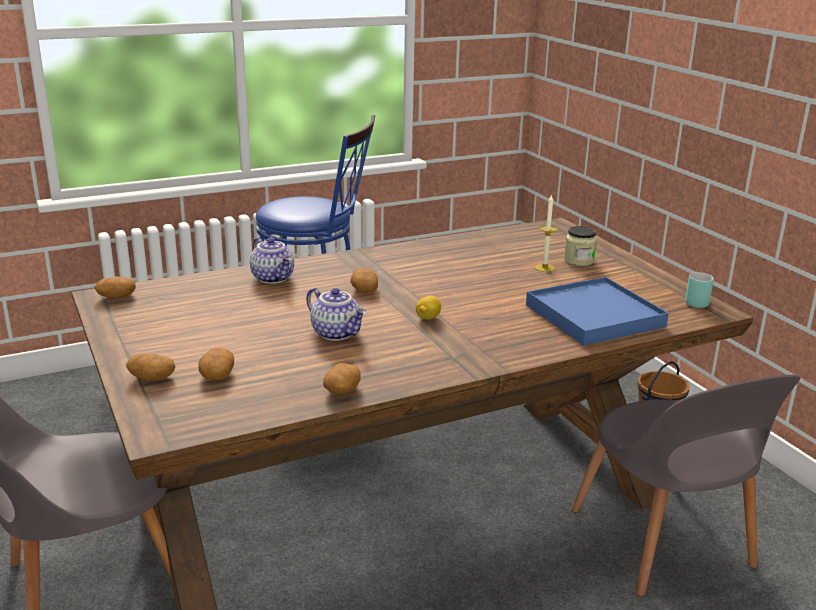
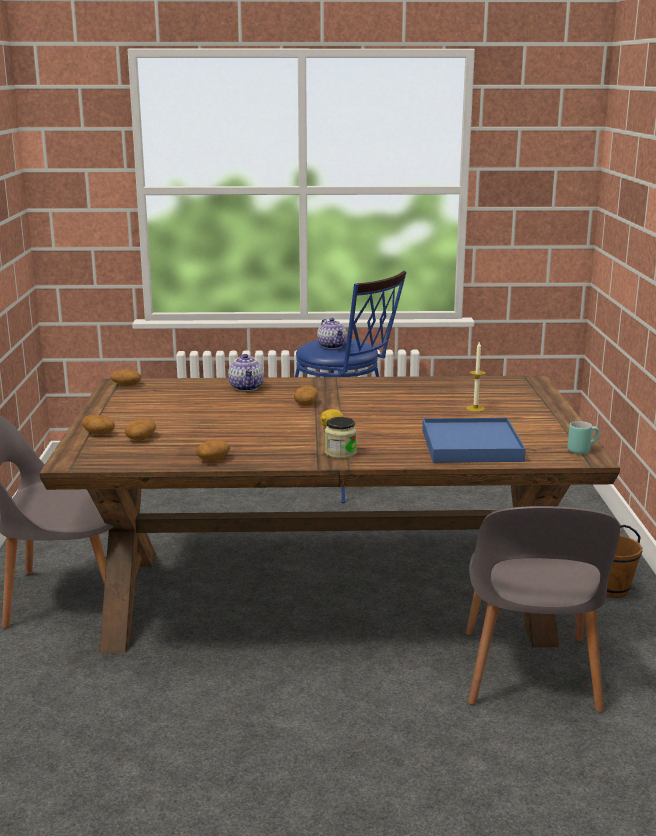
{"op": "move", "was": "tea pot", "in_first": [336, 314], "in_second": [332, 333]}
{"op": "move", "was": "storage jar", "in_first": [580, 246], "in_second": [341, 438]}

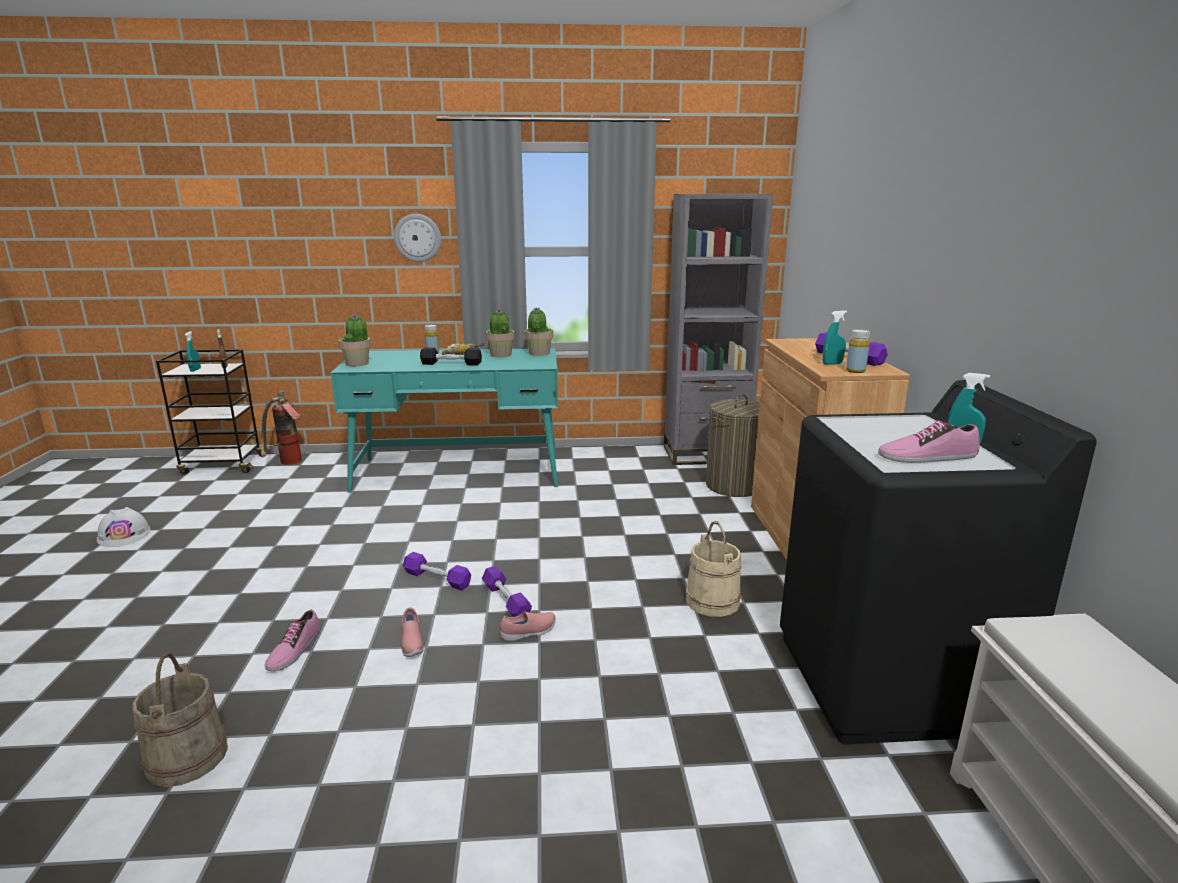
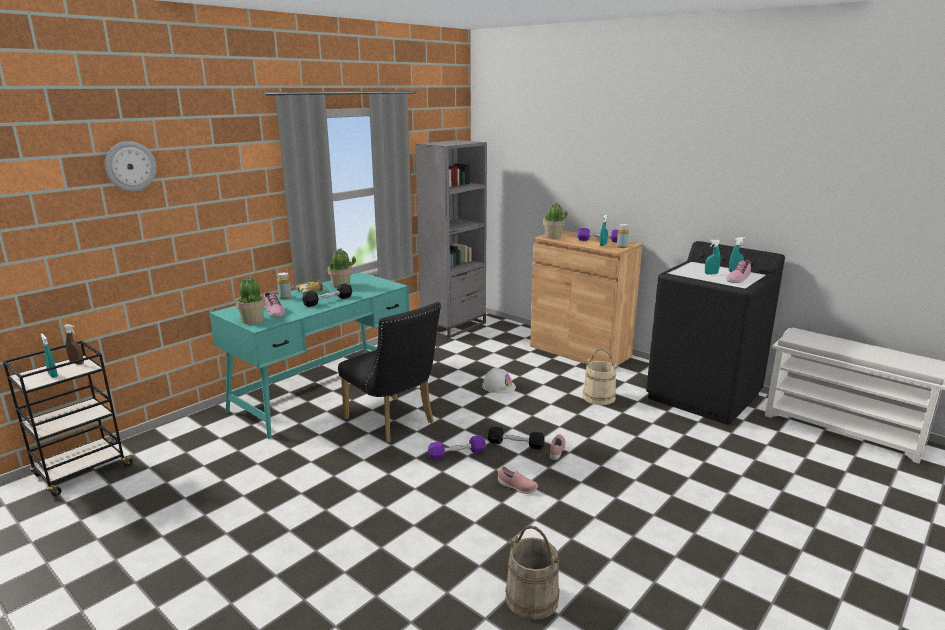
{"op": "move", "was": "hanging clock", "in_first": [417, 238], "in_second": [131, 166]}
{"op": "move", "was": "shoe", "in_first": [293, 640], "in_second": [274, 304]}
{"op": "insert", "now": "black-coloured upright chair", "in_second": [389, 372]}
{"op": "move", "was": "whitish safety helmet", "in_first": [123, 527], "in_second": [499, 380]}
{"op": "recolor", "was": "purple dumbbell", "now": "black-coloured dumbbell", "in_first": [507, 591], "in_second": [516, 438]}
{"op": "move", "was": "houseplant", "in_first": [539, 331], "in_second": [555, 220]}
{"op": "insert", "now": "blue-green hand sprayer", "in_second": [713, 256]}
{"op": "delete", "was": "extinguisher", "in_first": [281, 427]}
{"op": "delete", "was": "hamper", "in_first": [733, 445]}

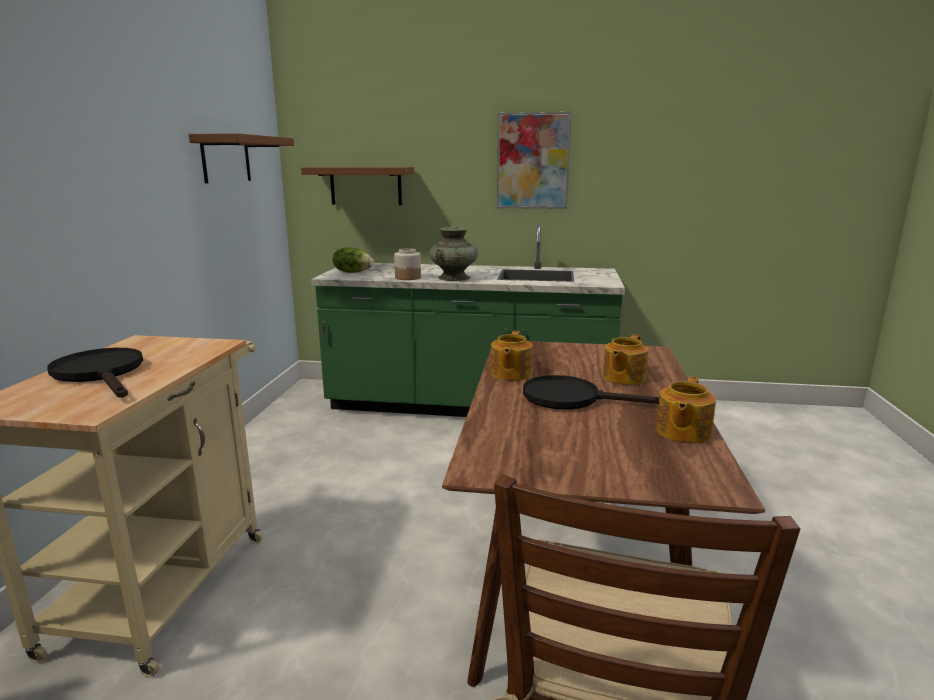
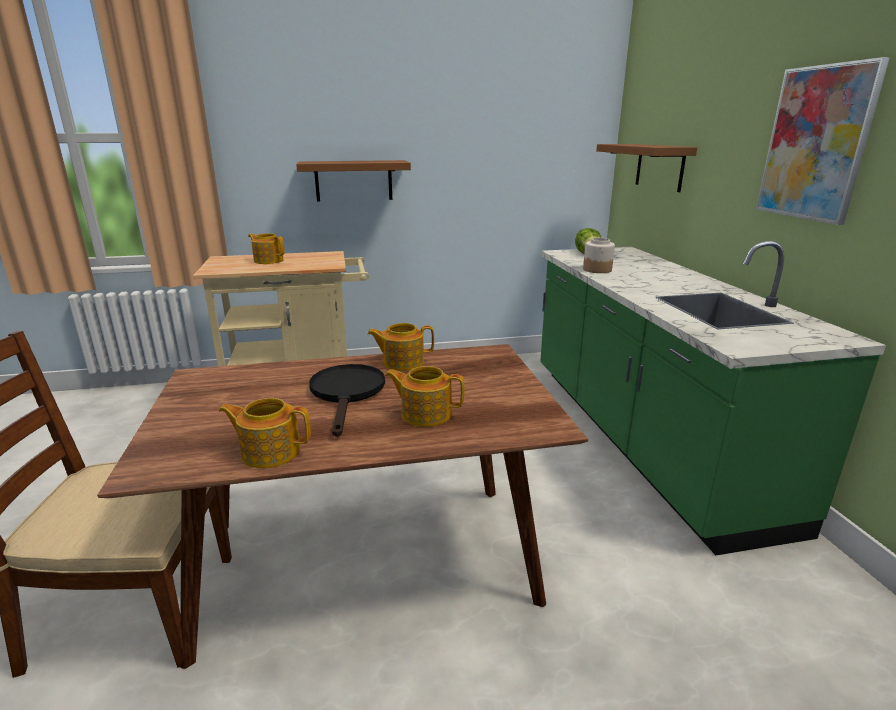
{"op": "replace", "was": "black-coloured skillet", "now": "tea pot", "in_first": [95, 373], "in_second": [266, 248]}
{"op": "move", "was": "brownish shelf", "in_first": [241, 158], "in_second": [353, 181]}
{"op": "delete", "was": "blue-green decorative vase", "in_first": [453, 253]}

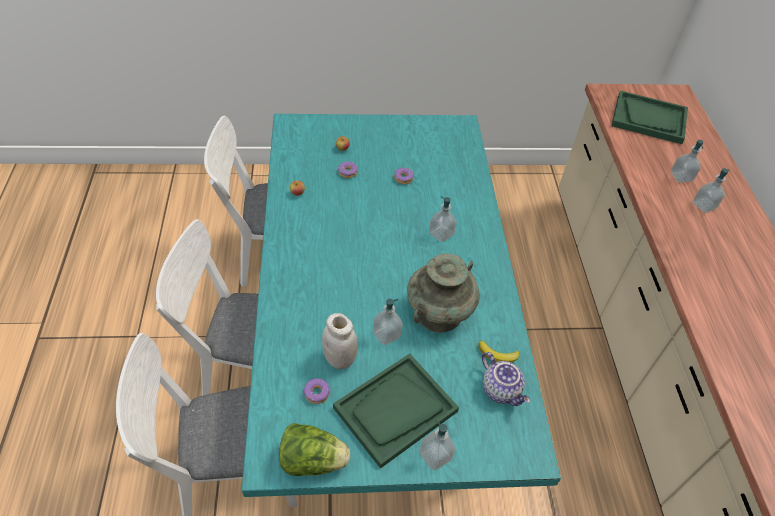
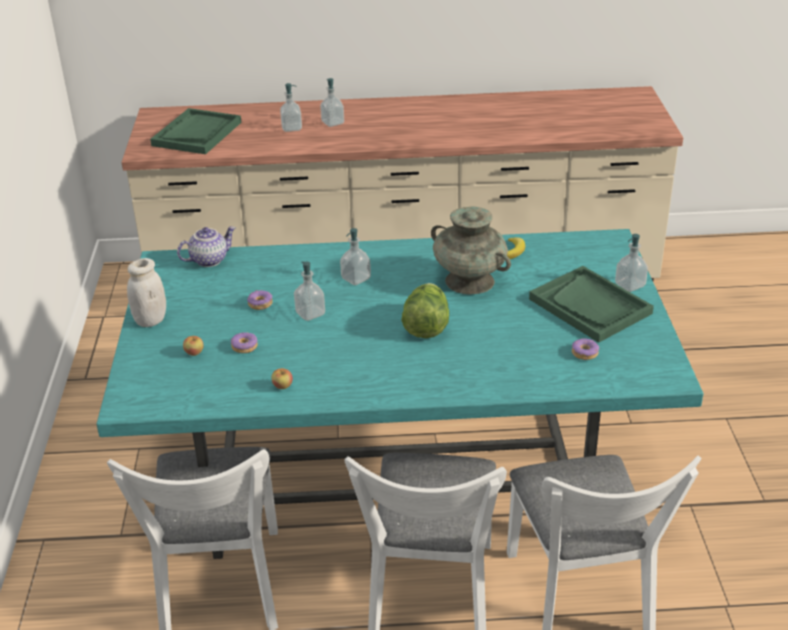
{"op": "move", "was": "whitish storage jar", "in_first": [339, 341], "in_second": [146, 292]}
{"op": "move", "was": "tea pot", "in_first": [506, 379], "in_second": [206, 247]}
{"op": "move", "was": "soap bottle", "in_first": [388, 322], "in_second": [309, 291]}
{"op": "move", "was": "head of lettuce", "in_first": [314, 449], "in_second": [425, 310]}

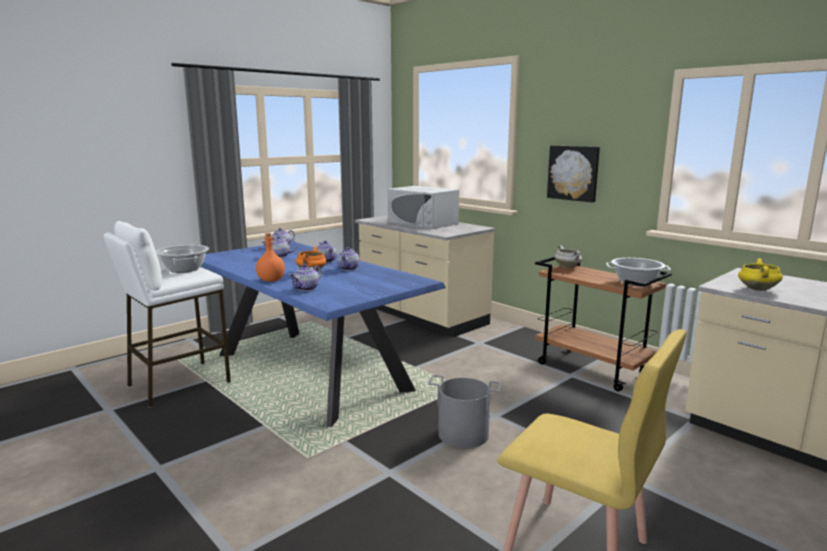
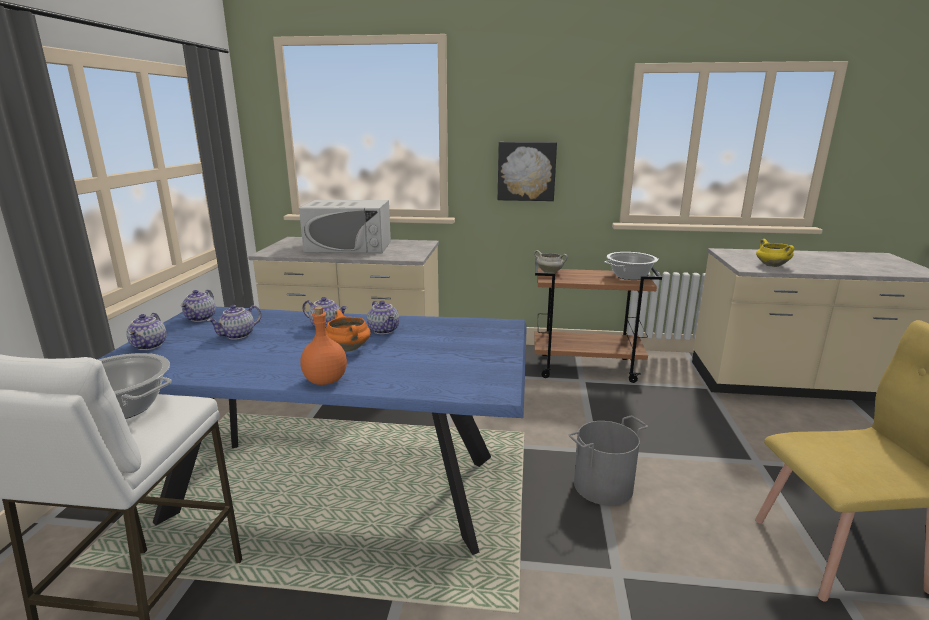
{"op": "move", "was": "tea pot", "in_first": [305, 277], "in_second": [146, 331]}

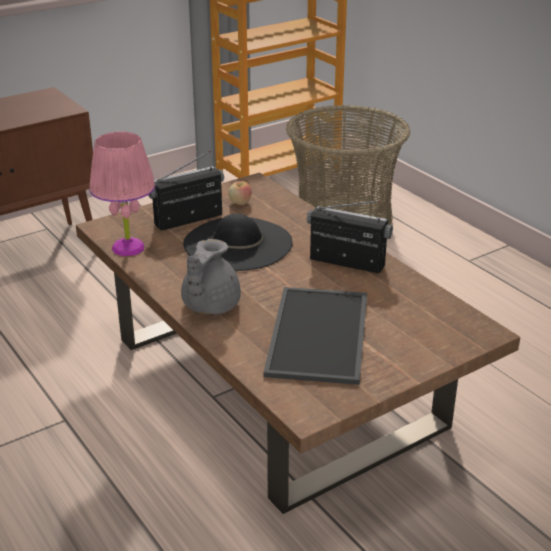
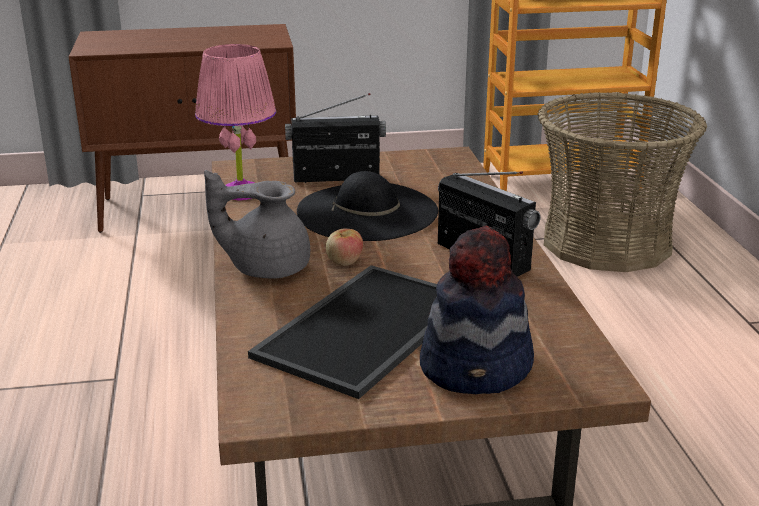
{"op": "rotate", "was": "gray tea pot", "in_first": [211, 276], "in_second": [257, 224], "clockwise": 45}
{"op": "move", "was": "apple fruit", "in_first": [240, 193], "in_second": [344, 247]}
{"op": "insert", "now": "hat", "in_second": [477, 309]}

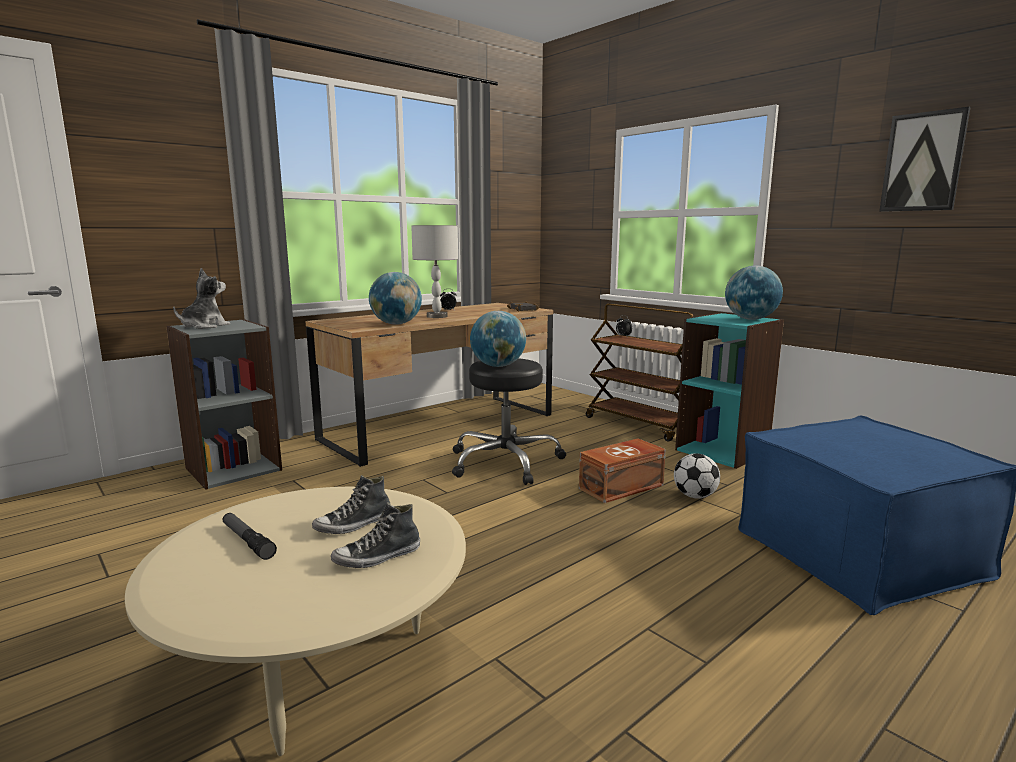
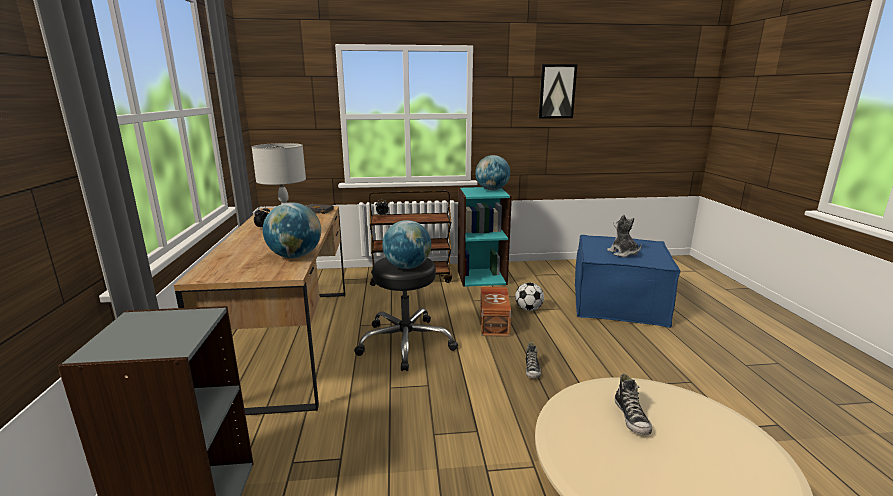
{"op": "move", "was": "shoe", "in_first": [375, 535], "in_second": [533, 360]}
{"op": "move", "was": "soft toy", "in_first": [201, 298], "in_second": [624, 235]}
{"op": "delete", "was": "hand torch", "in_first": [250, 536]}

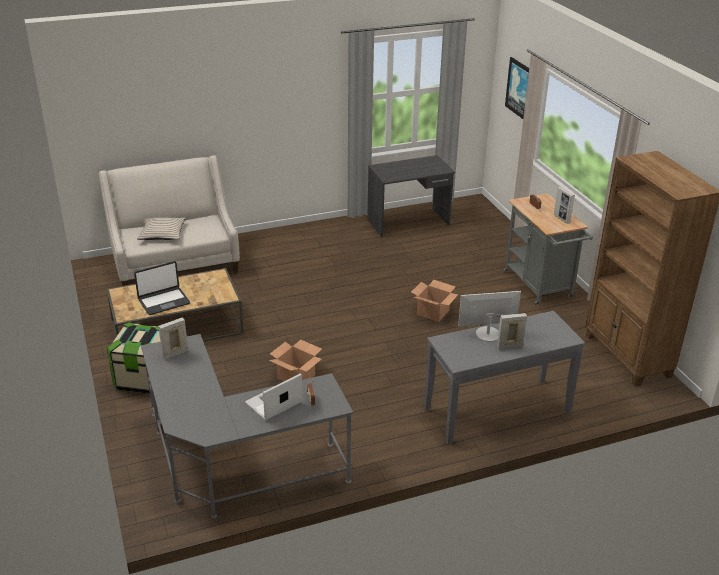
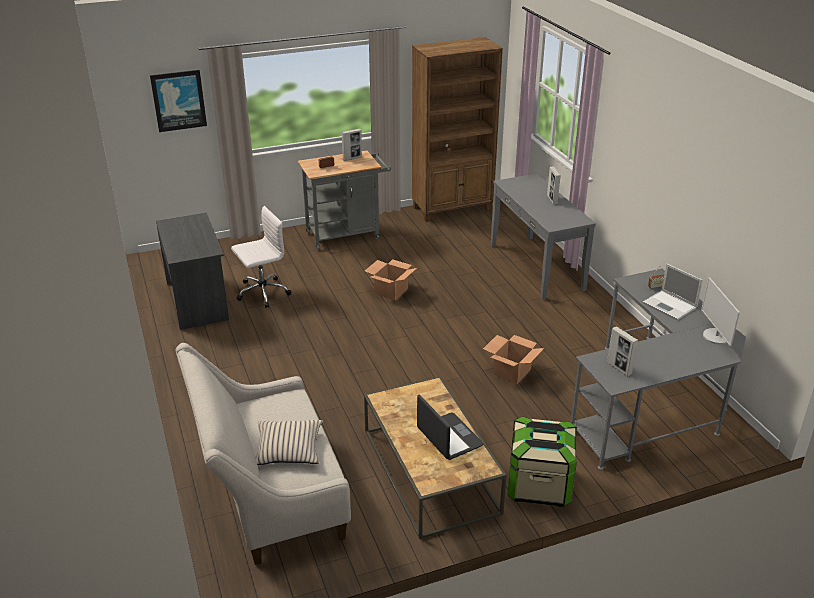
{"op": "insert", "now": "whitish desk chair", "in_second": [261, 257]}
{"op": "move", "was": "monitor", "in_first": [489, 316], "in_second": [720, 311]}

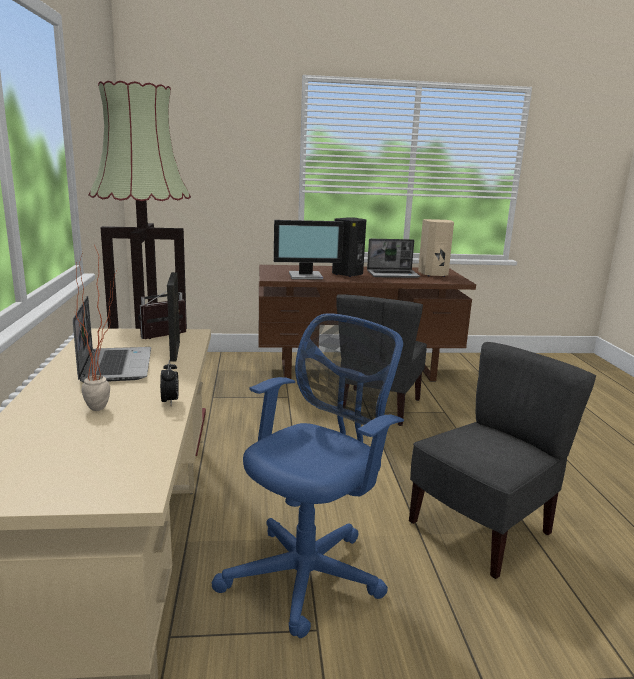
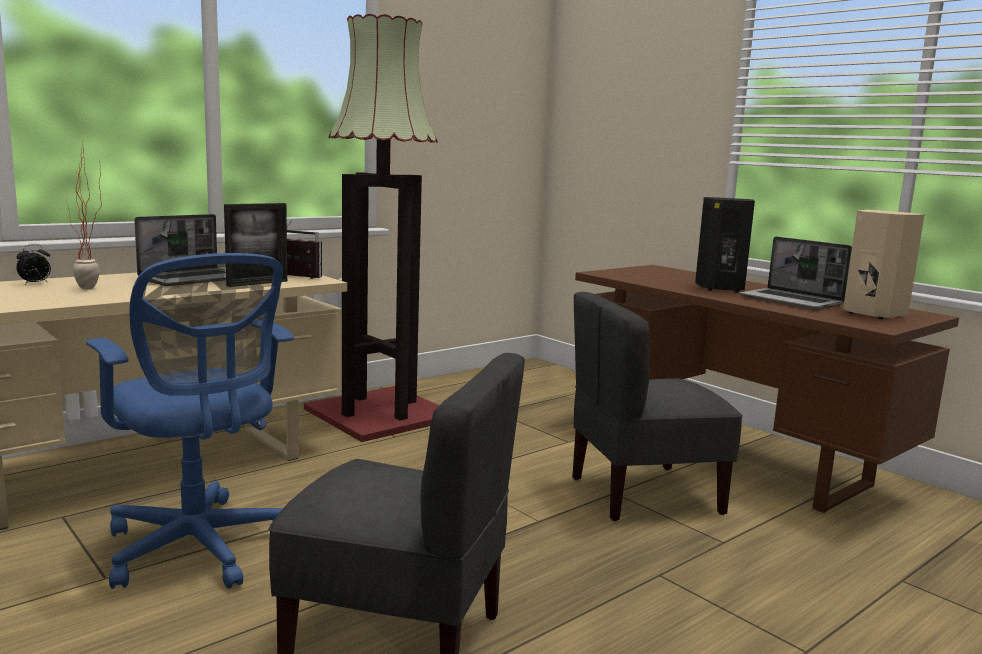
{"op": "move", "was": "table clock", "in_first": [169, 382], "in_second": [33, 264]}
{"op": "rotate", "was": "blue desk chair", "in_first": [307, 475], "in_second": [190, 421], "clockwise": 45}
{"op": "delete", "was": "monitor", "in_first": [309, 250]}

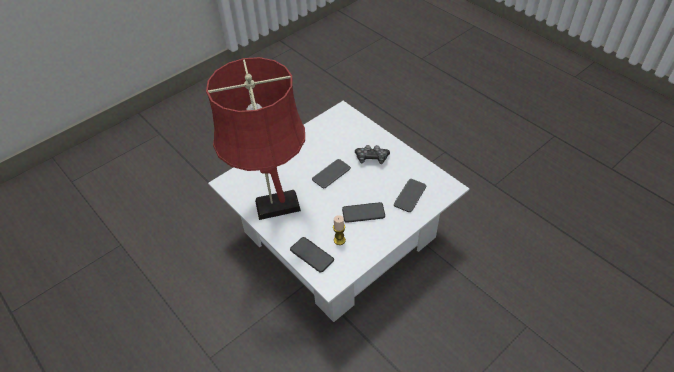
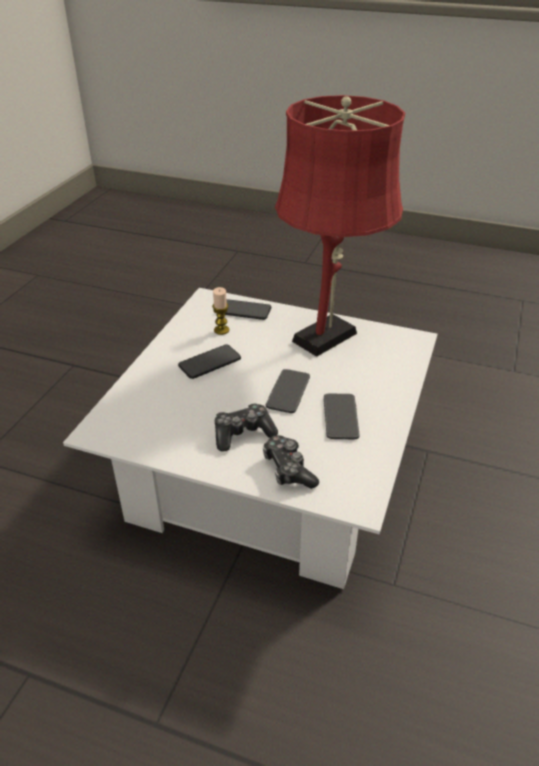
{"op": "insert", "now": "game controller", "in_second": [291, 462]}
{"op": "move", "was": "telephone", "in_first": [410, 195], "in_second": [342, 416]}

